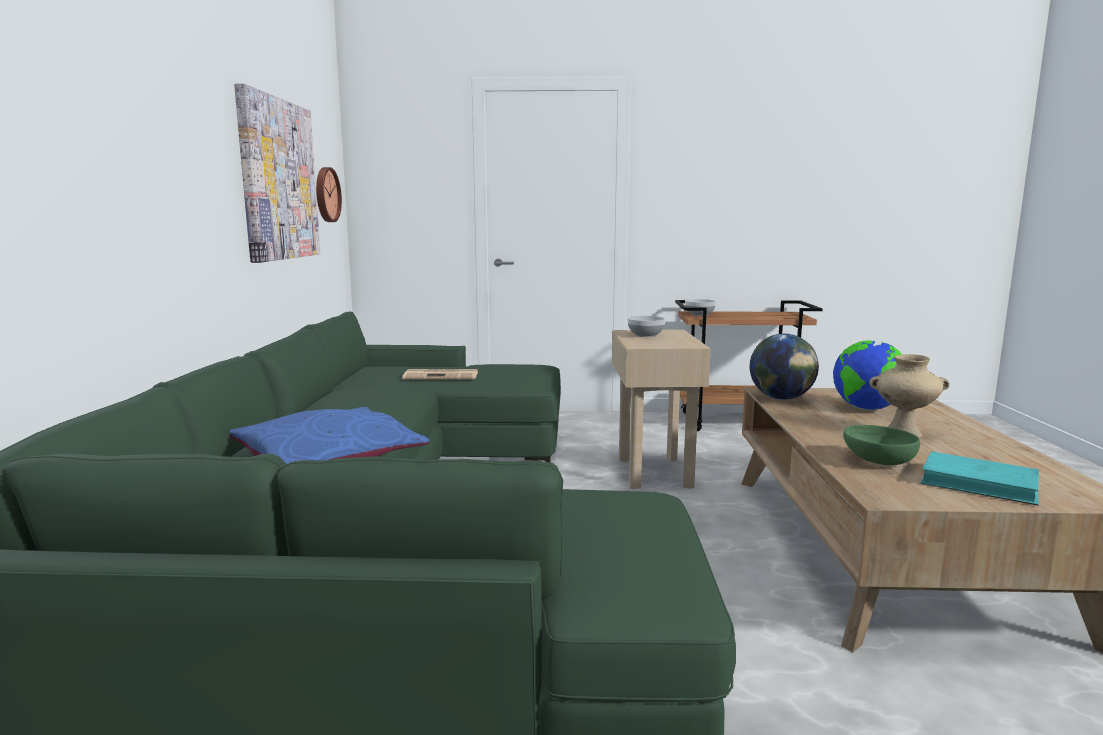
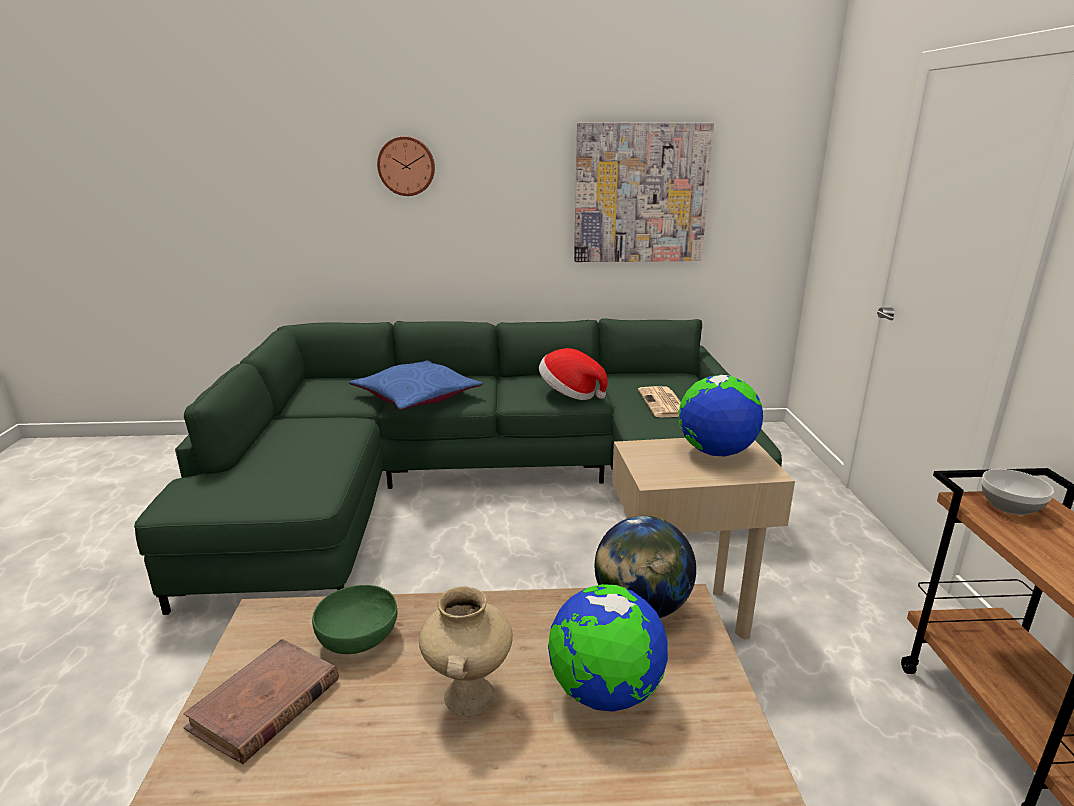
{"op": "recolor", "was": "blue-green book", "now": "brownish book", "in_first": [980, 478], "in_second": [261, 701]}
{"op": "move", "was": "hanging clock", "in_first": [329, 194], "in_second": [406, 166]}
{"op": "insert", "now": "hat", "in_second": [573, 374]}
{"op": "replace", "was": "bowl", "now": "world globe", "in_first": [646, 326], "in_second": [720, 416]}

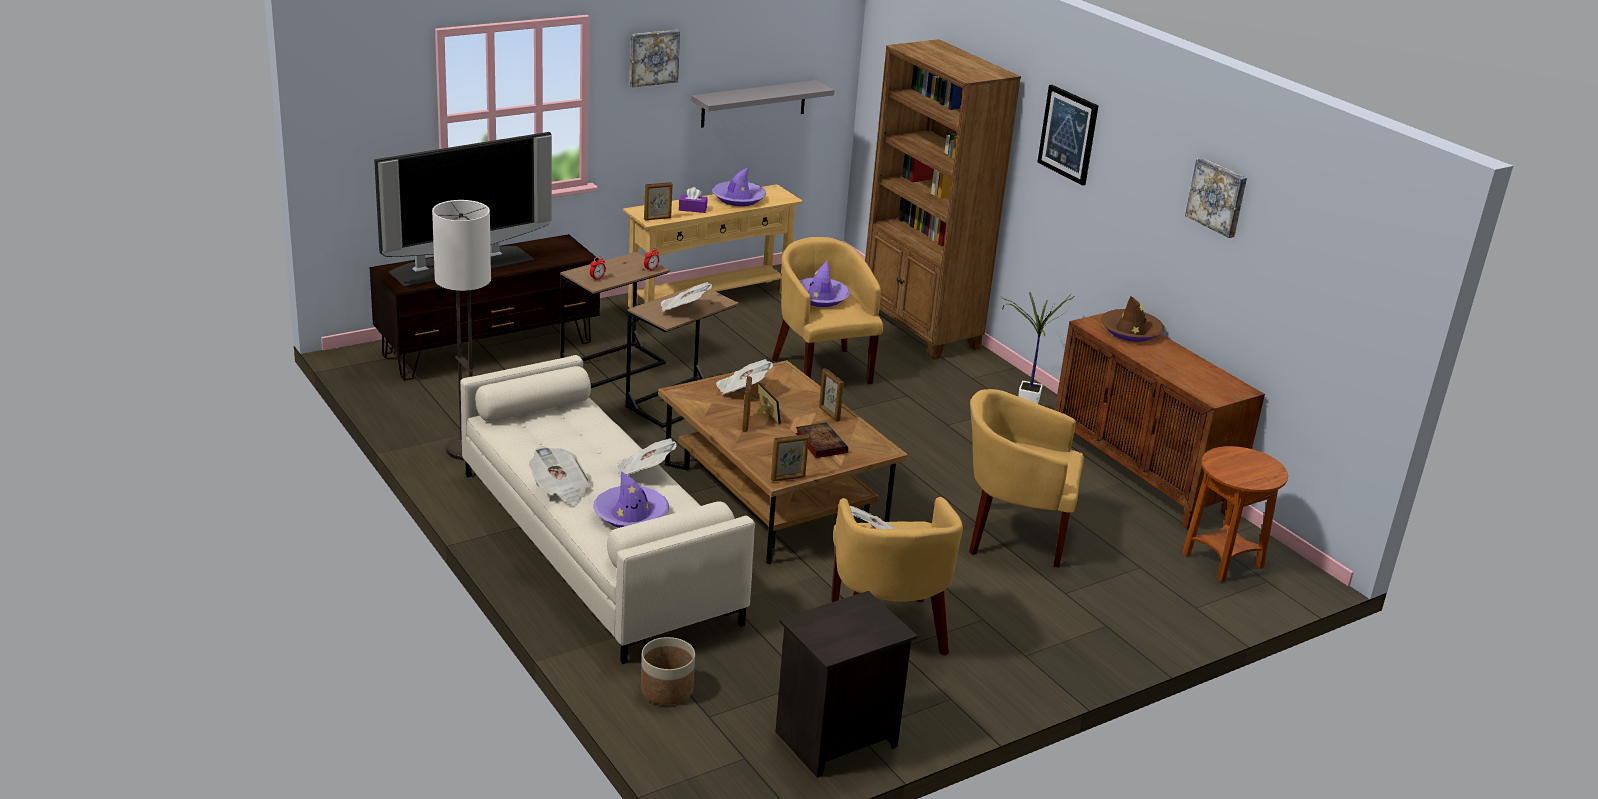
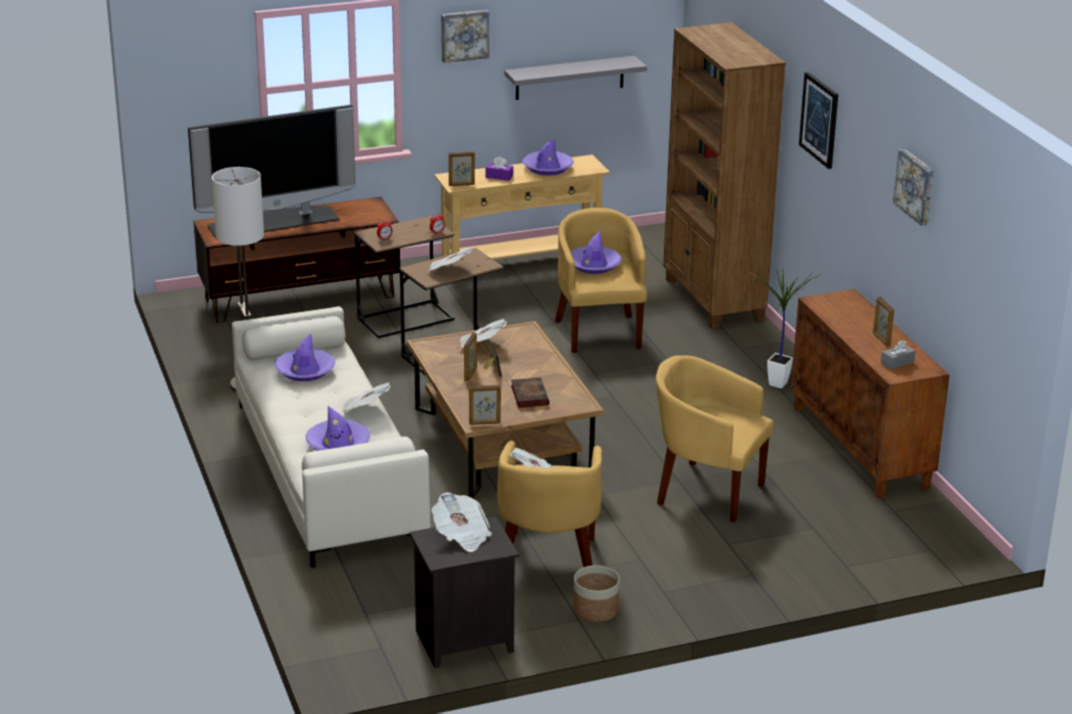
{"op": "insert", "now": "purple hat", "in_second": [305, 357]}
{"op": "move", "was": "printed paper", "in_first": [560, 475], "in_second": [462, 522]}
{"op": "move", "was": "plant pot", "in_first": [668, 671], "in_second": [596, 593]}
{"op": "move", "was": "photo frame", "in_first": [831, 395], "in_second": [883, 322]}
{"op": "insert", "now": "gray box of tissues", "in_second": [898, 355]}
{"op": "delete", "was": "brownish hat", "in_first": [1132, 319]}
{"op": "delete", "was": "brownish end table", "in_first": [1235, 514]}

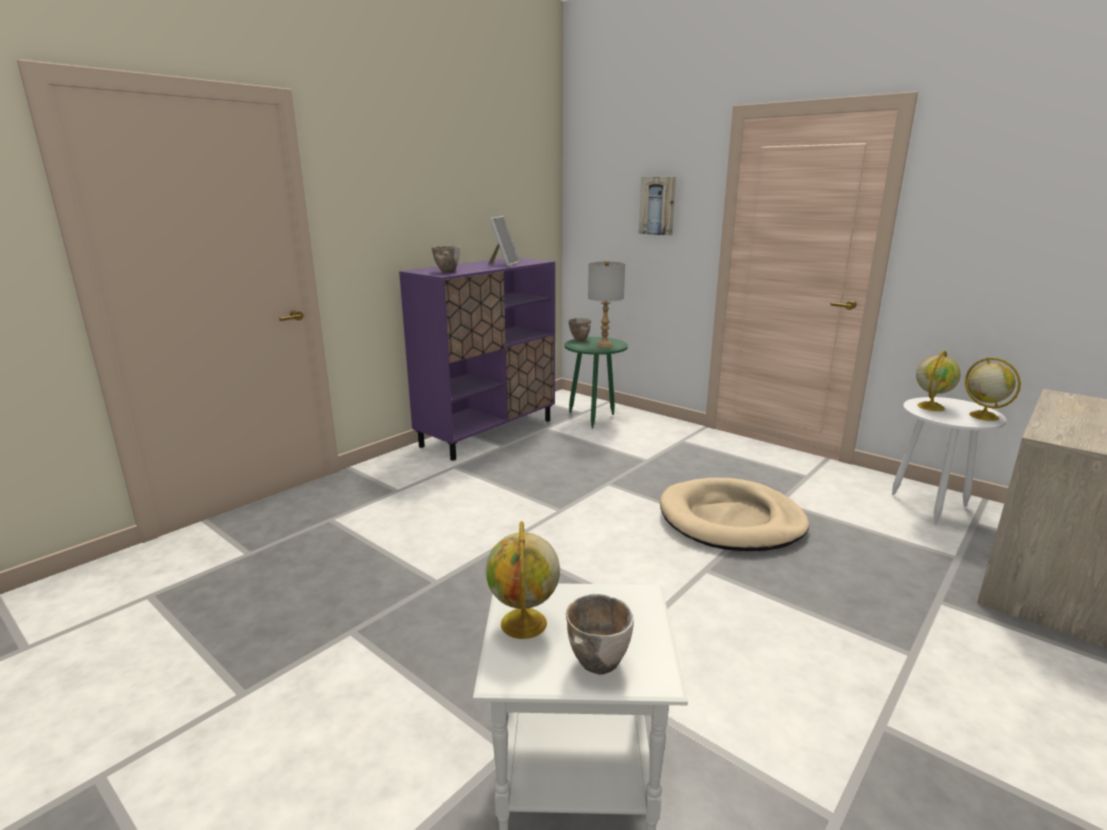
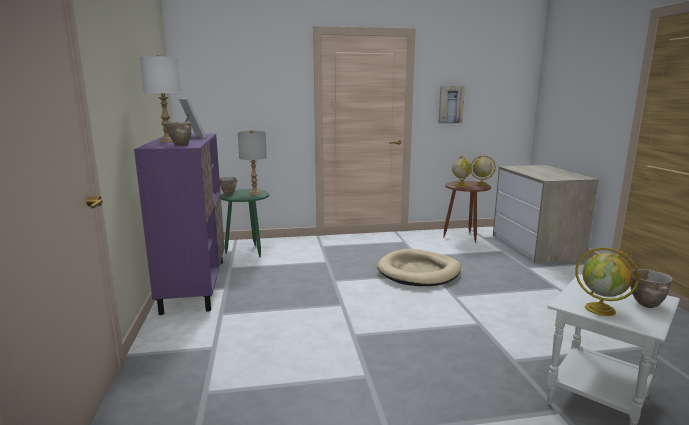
{"op": "insert", "now": "whitish lamp for a table", "in_second": [161, 98]}
{"op": "move", "was": "picture", "in_first": [657, 206], "in_second": [452, 105]}
{"op": "recolor", "was": "whitish end table", "now": "brownish end table", "in_first": [949, 461], "in_second": [467, 212]}

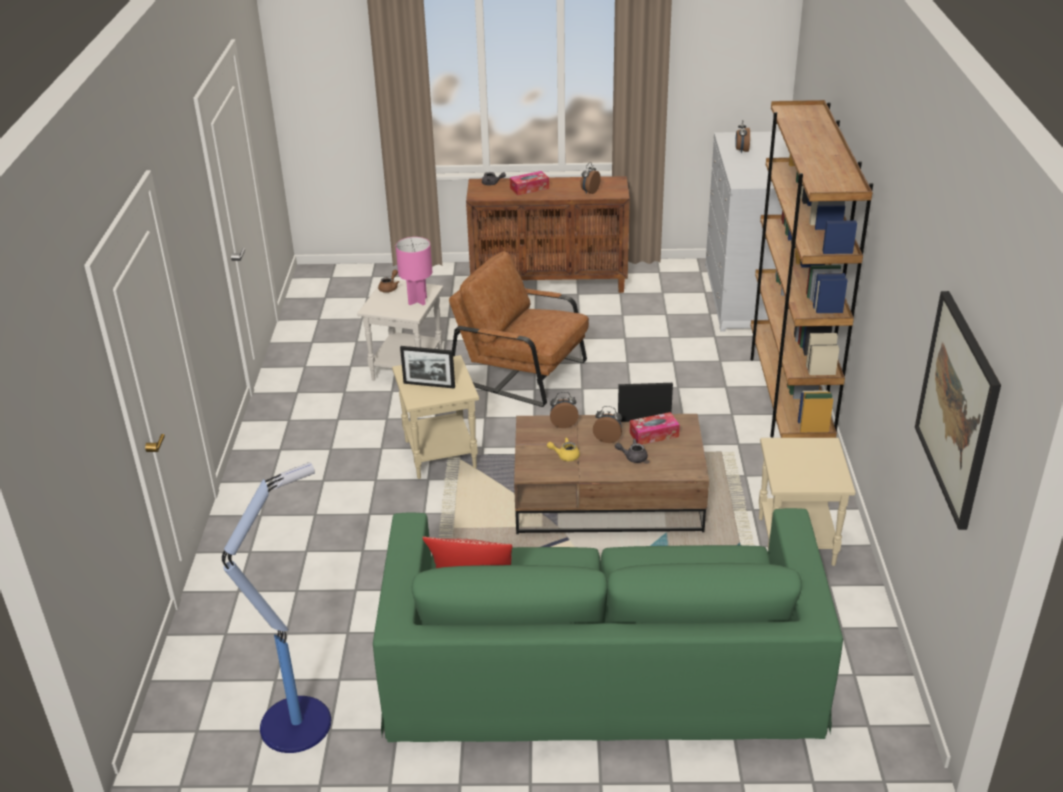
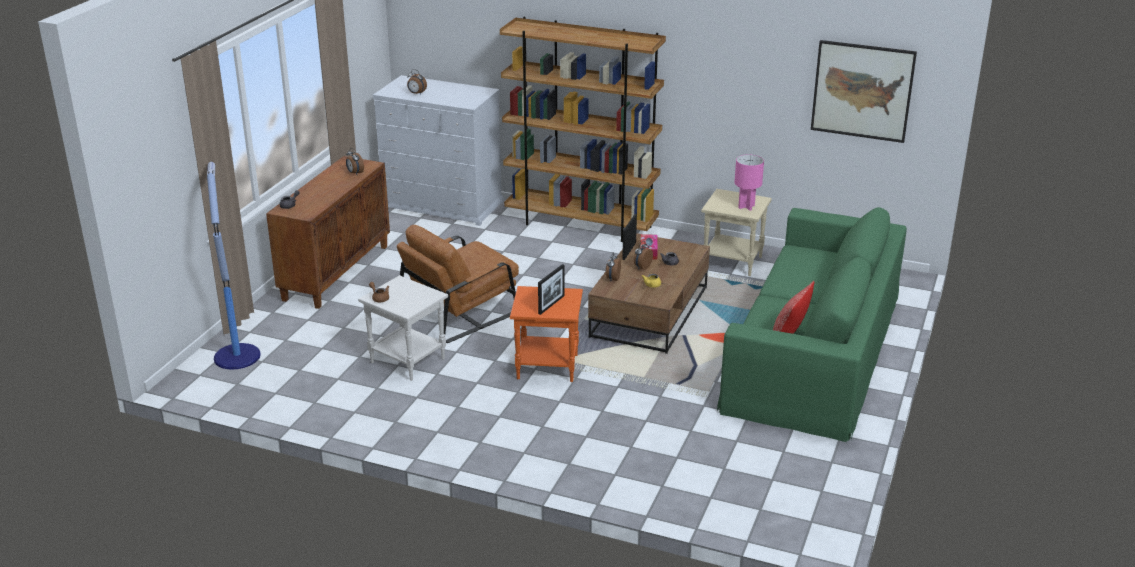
{"op": "move", "was": "floor lamp", "in_first": [276, 607], "in_second": [234, 265]}
{"op": "recolor", "was": "sand-coloured end table", "now": "orangey end table", "in_first": [435, 417], "in_second": [546, 334]}
{"op": "move", "was": "pink lamp for a table", "in_first": [414, 271], "in_second": [749, 182]}
{"op": "delete", "was": "box of tissues", "in_first": [529, 183]}

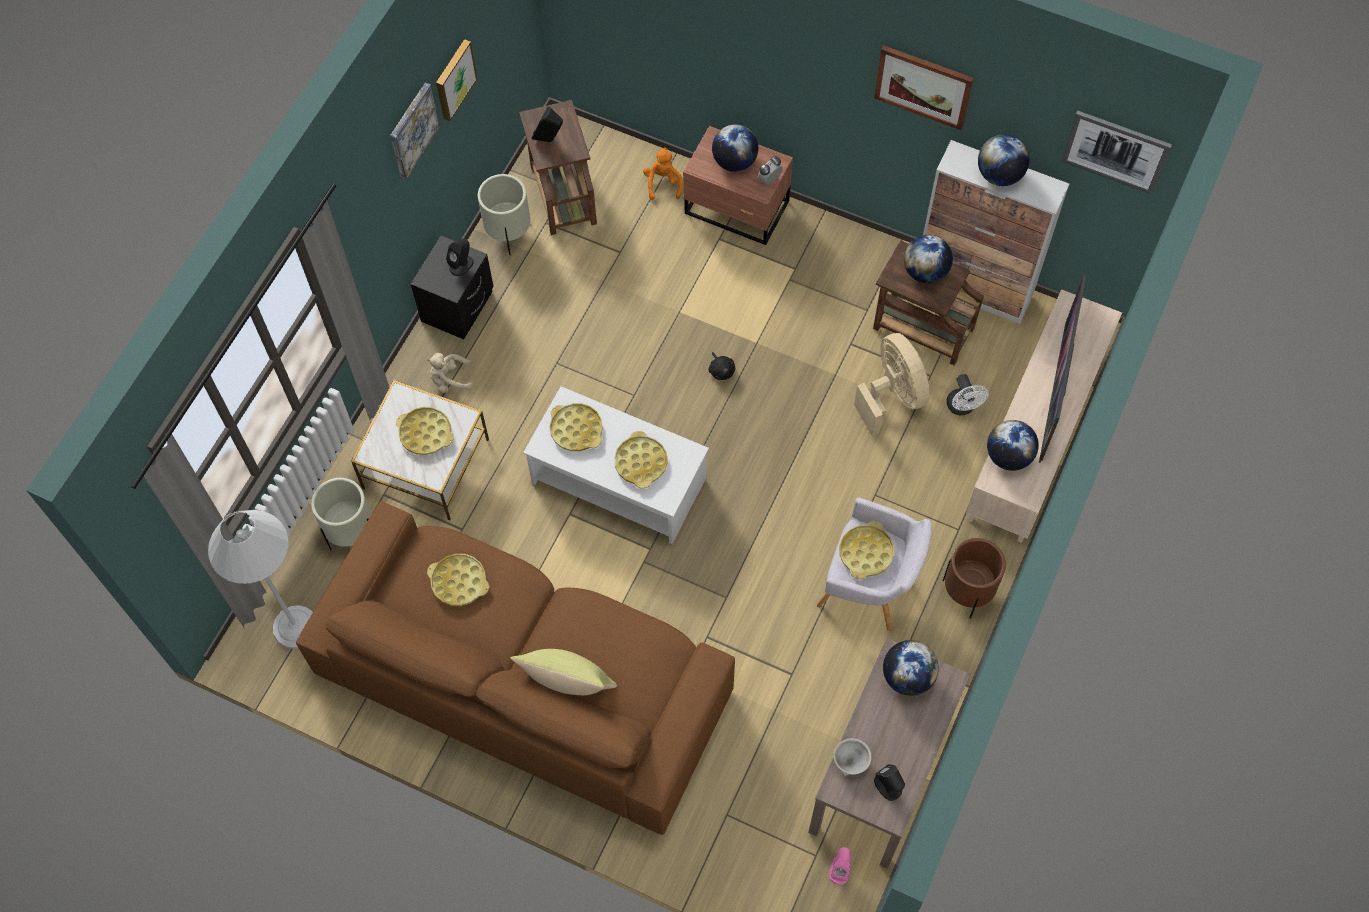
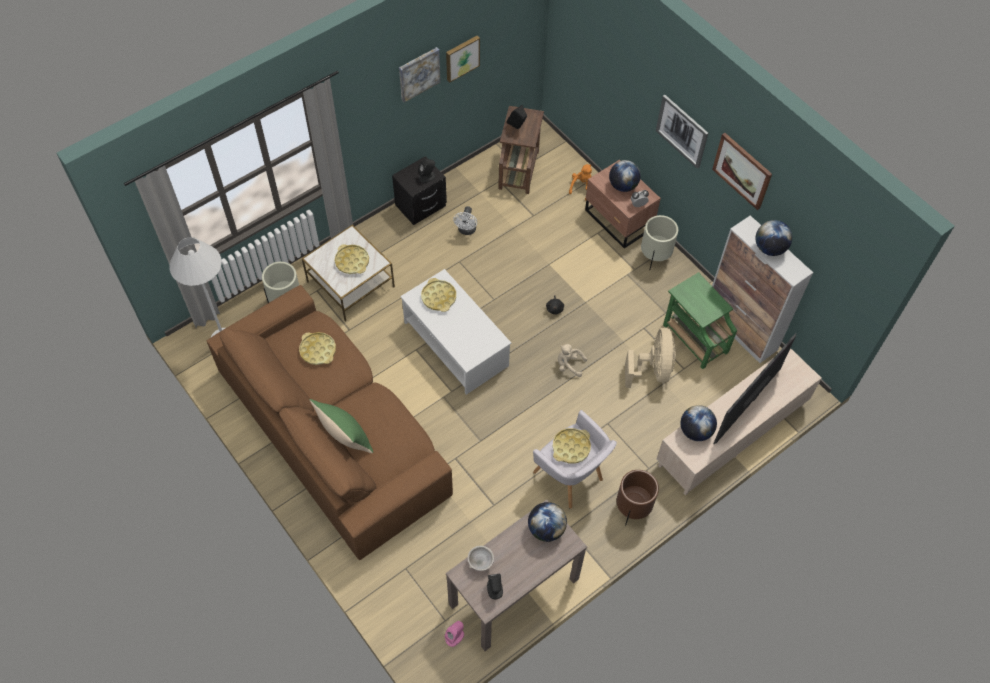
{"op": "recolor", "was": "yellowish throw pillow", "now": "green throw pillow", "in_first": [563, 672], "in_second": [341, 426]}
{"op": "move", "was": "whitish electric fan", "in_first": [968, 394], "in_second": [465, 220]}
{"op": "move", "was": "sand-coloured soft toy", "in_first": [450, 373], "in_second": [572, 360]}
{"op": "move", "was": "sand-coloured plant pot", "in_first": [504, 214], "in_second": [659, 242]}
{"op": "move", "was": "picture", "in_first": [1116, 152], "in_second": [682, 132]}
{"op": "recolor", "was": "brownish end table", "now": "green end table", "in_first": [928, 303], "in_second": [700, 320]}
{"op": "delete", "was": "yellowish carrying tray", "in_first": [641, 459]}
{"op": "delete", "was": "world globe", "in_first": [928, 259]}

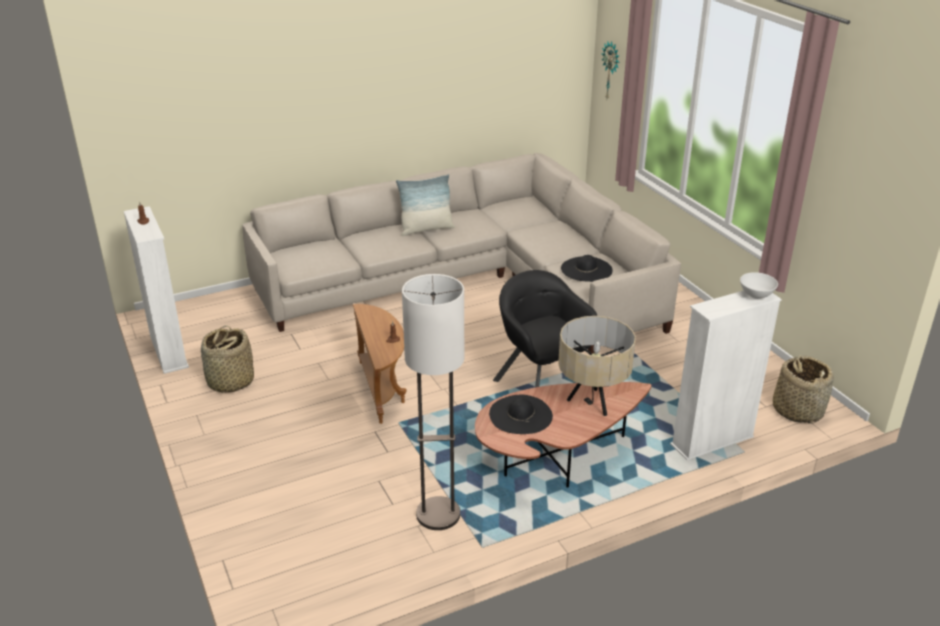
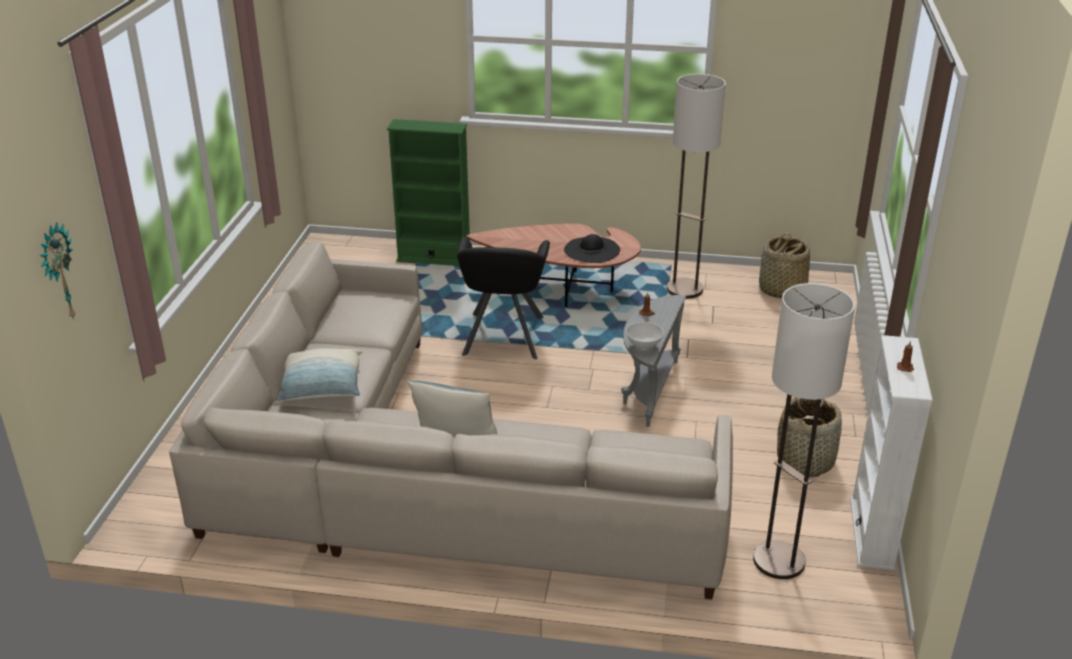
{"op": "insert", "now": "throw pillow", "in_second": [320, 374]}
{"op": "recolor", "was": "whitish bookcase", "now": "green bookcase", "in_first": [726, 375], "in_second": [428, 192]}
{"op": "recolor", "was": "brownish end table", "now": "gray end table", "in_first": [380, 364], "in_second": [653, 361]}
{"op": "move", "was": "whitish bowl", "in_first": [759, 285], "in_second": [645, 336]}
{"op": "insert", "now": "floor lamp", "in_second": [804, 431]}
{"op": "move", "was": "household basket", "in_first": [803, 389], "in_second": [784, 265]}
{"op": "delete", "was": "sand-coloured lamp for a table", "in_first": [597, 366]}
{"op": "delete", "was": "black-coloured hat", "in_first": [587, 268]}

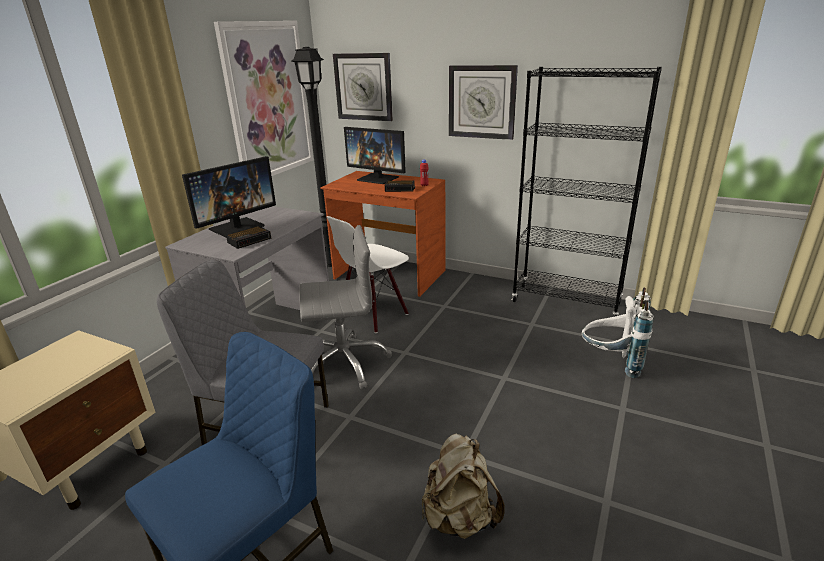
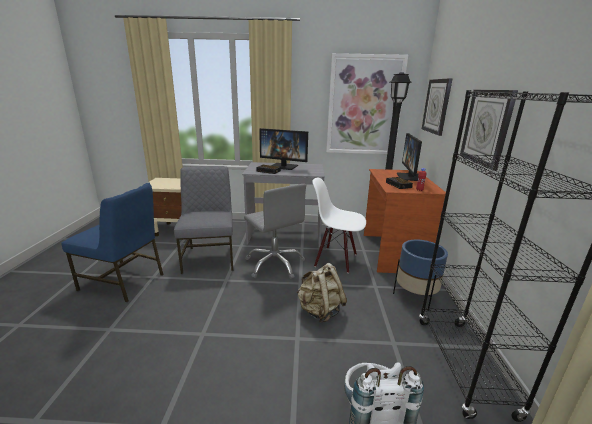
{"op": "move", "was": "sand-coloured rucksack", "in_first": [463, 486], "in_second": [321, 293]}
{"op": "insert", "now": "blue plant pot", "in_second": [420, 275]}

